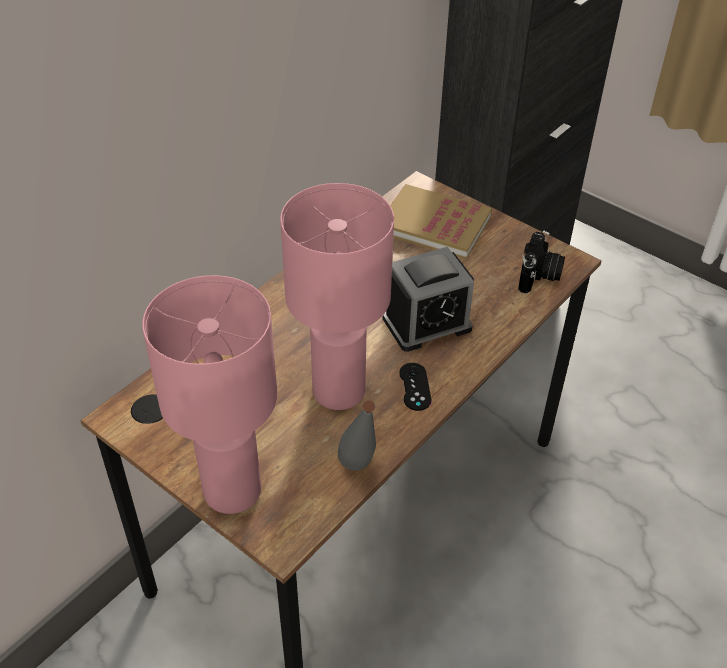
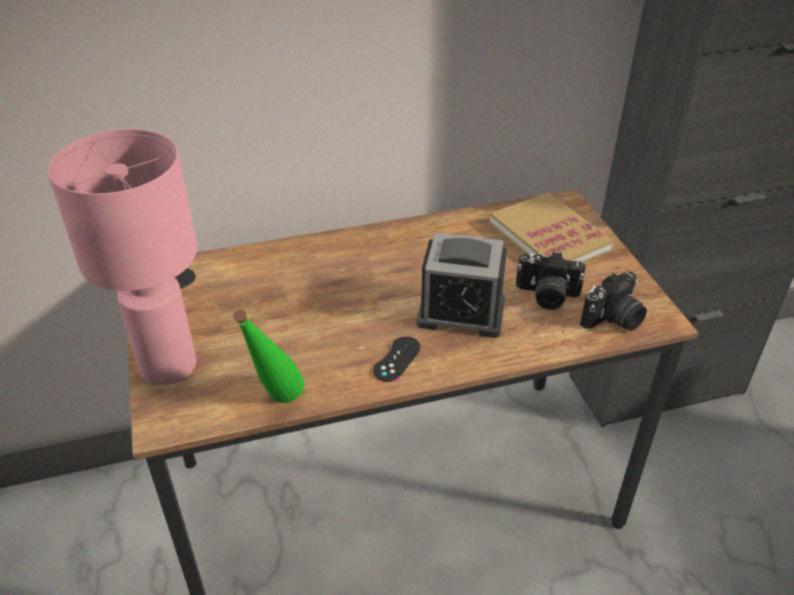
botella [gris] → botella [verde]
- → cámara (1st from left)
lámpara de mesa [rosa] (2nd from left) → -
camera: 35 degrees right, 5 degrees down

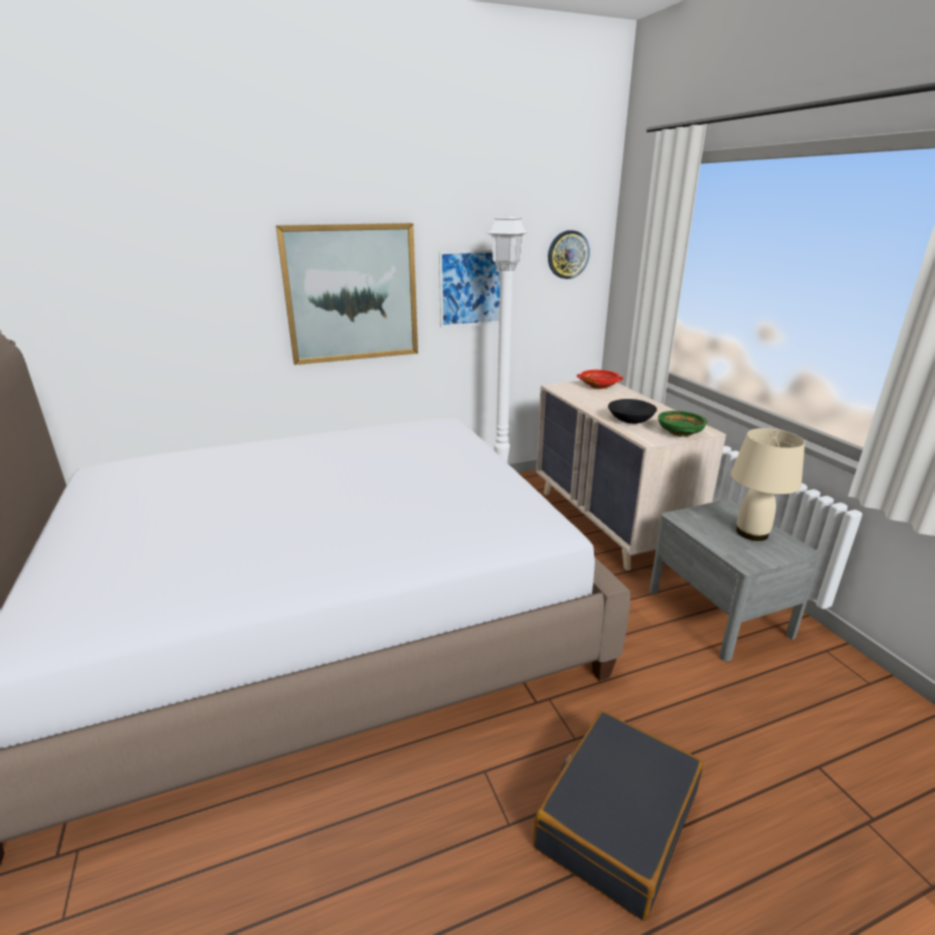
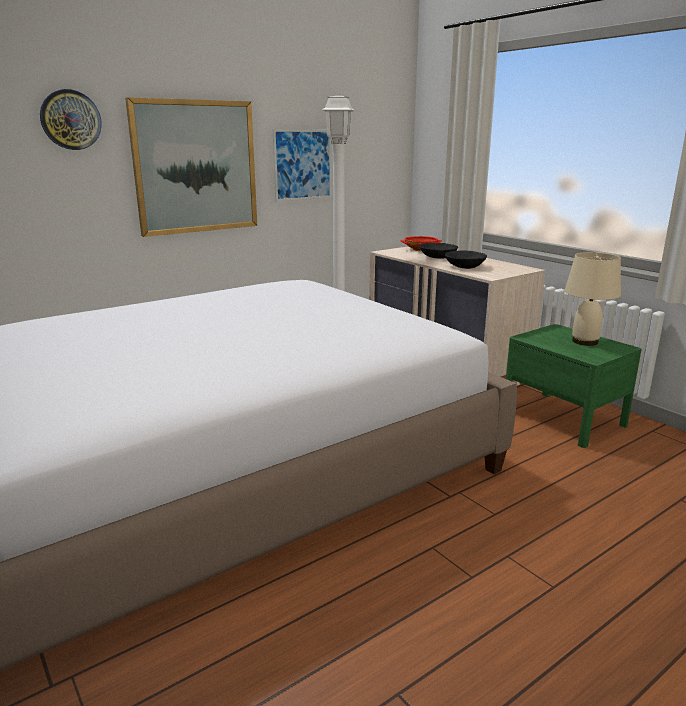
reloj de pared, moved
- → cuenco [negro] (1st from left)
mesita de noche [gris] → mesita de noche [verde]
maleta [negro] → -
cuenco [verde] → -
camera: 15 degrees left, 5 degrees down

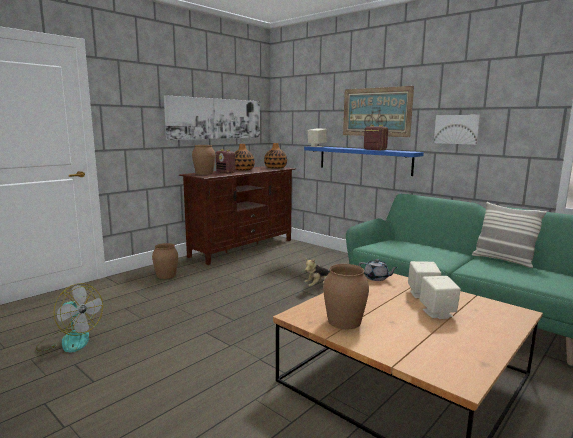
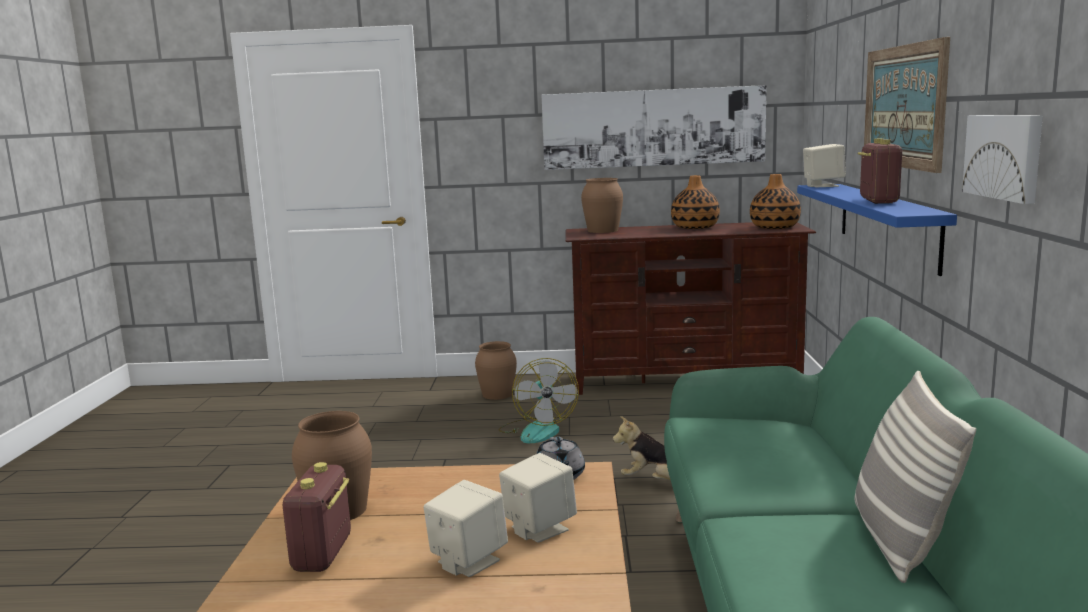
radio (1st from left), moved
ventilador, moved
camera: 50 degrees right, 0 degrees up

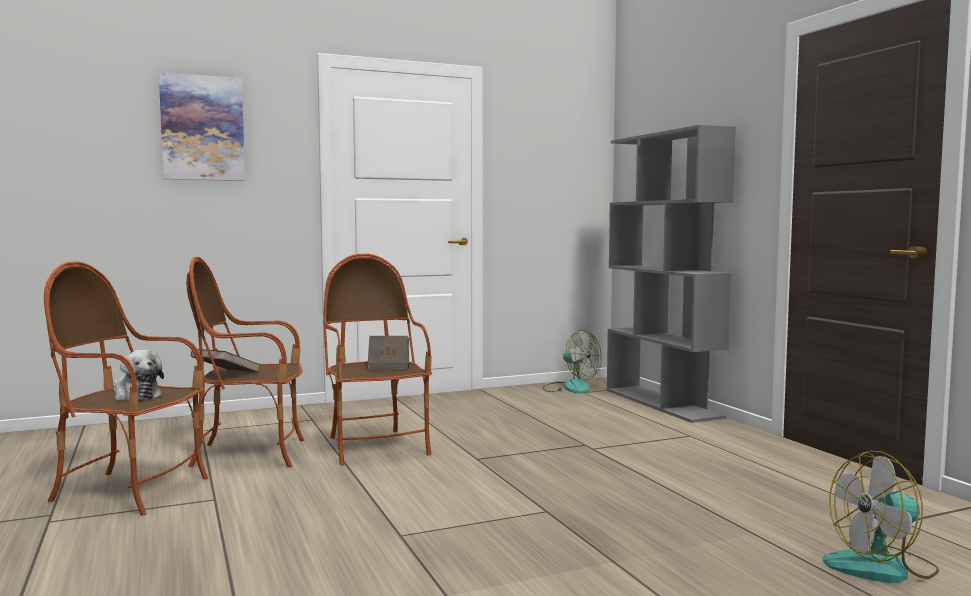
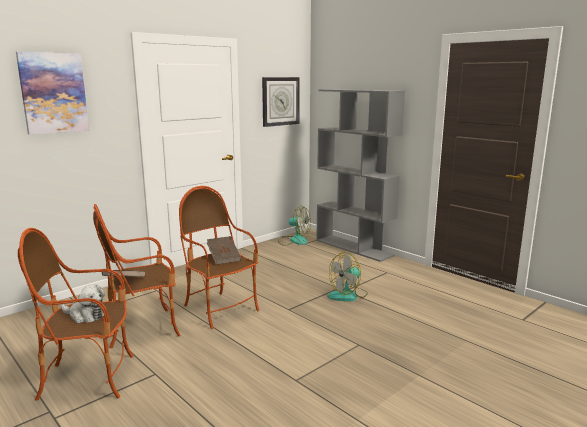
- → reloj de pared
ventilador (2nd from left), moved
camera: 20 degrees left, 10 degrees up

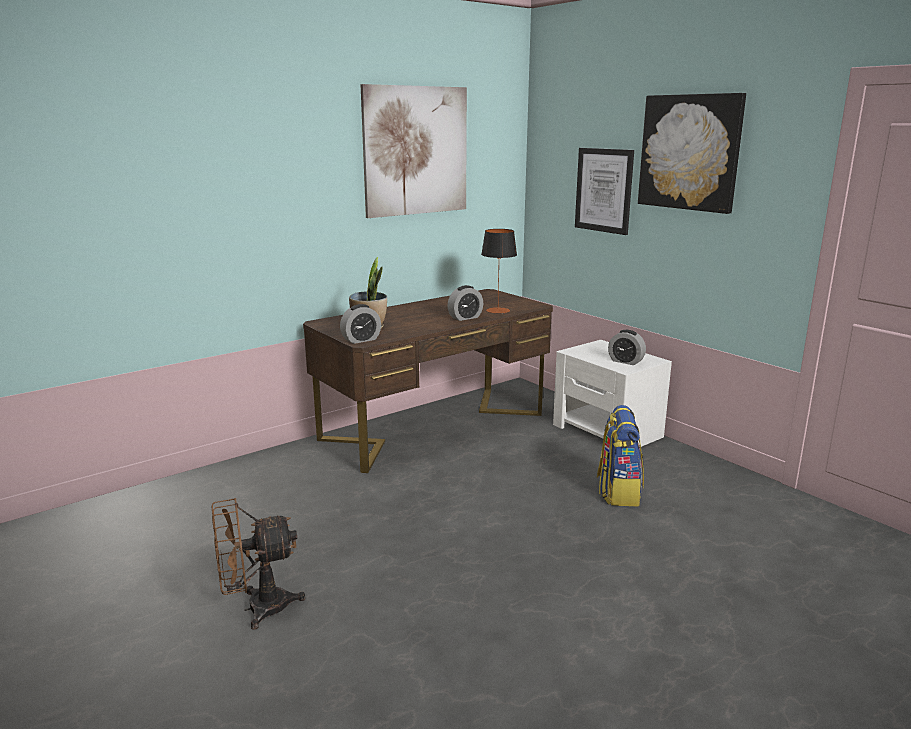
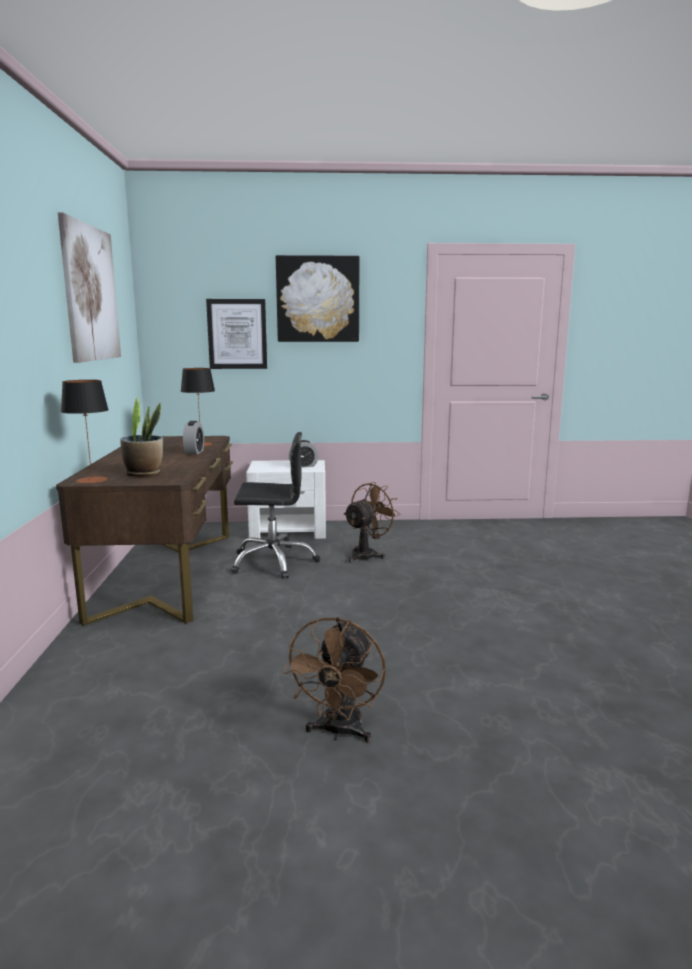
- → lámpara de mesa (1st from left)
- → silla de oficina [negro]
mochila → ventilador [marrón] (2nd from left)
despertador (1st from left) → -
camera: 55 degrees left, 5 degrees down

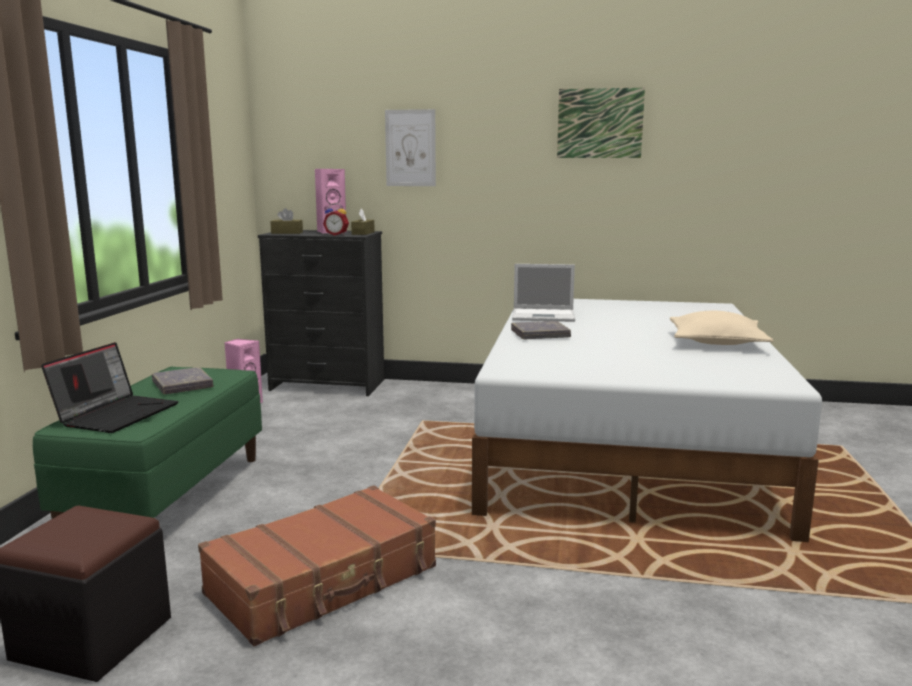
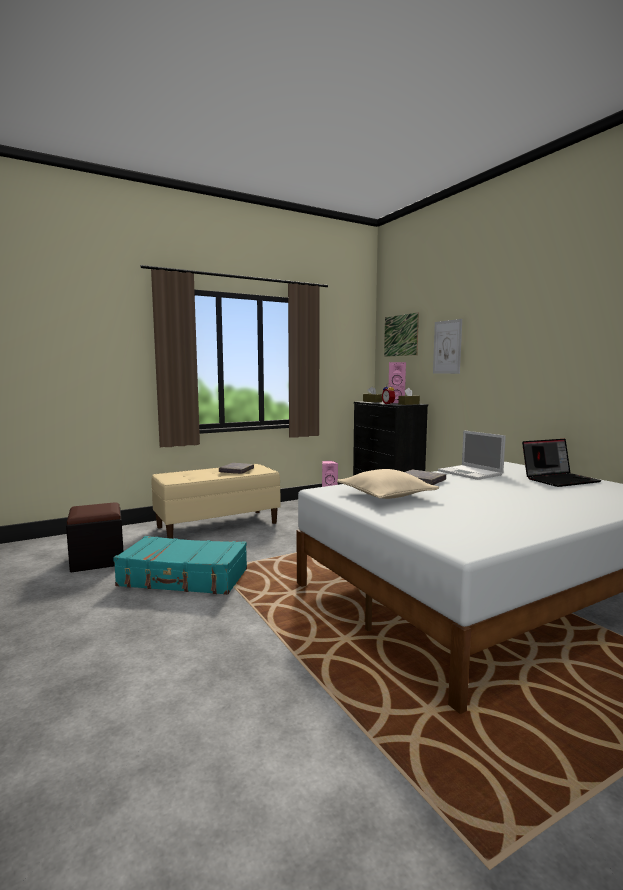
maleta [marrón] → maleta [turquesa]
banco [verde] → banco [beis]
cojín [beis], moved
cuadro (2nd from left in the first image) → cuadro (1st from left), moved
portátil (1st from left in the first image) → portátil (2nd from left), moved
camera: 50 degrees right, 5 degrees down

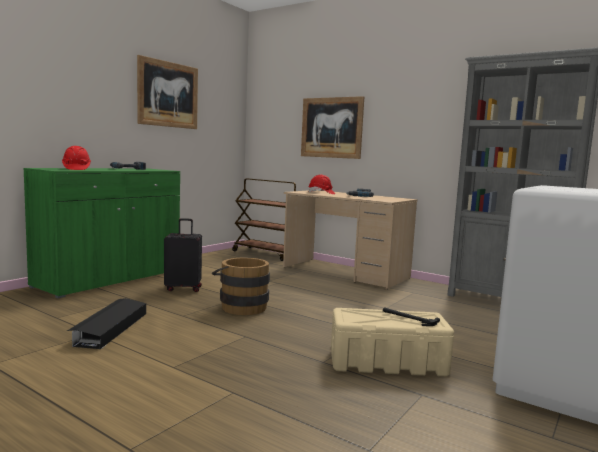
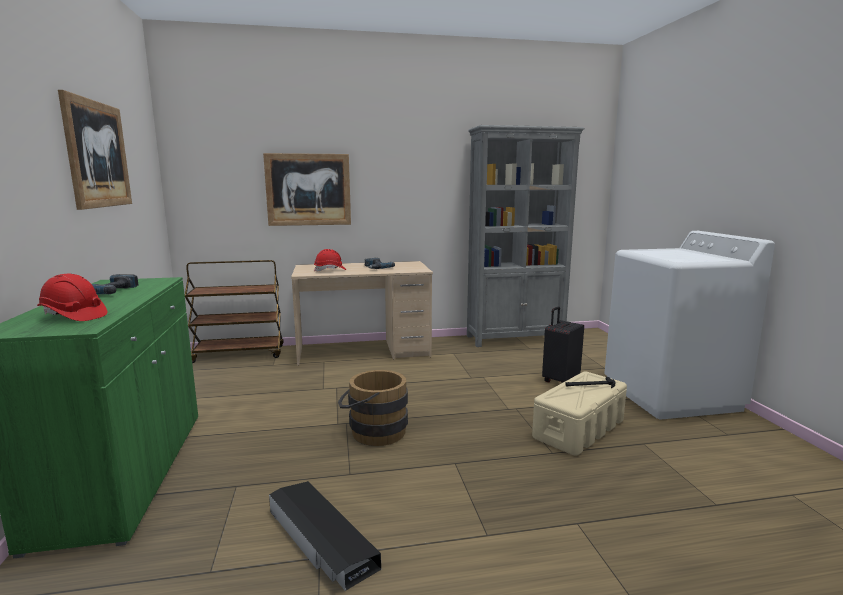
maleta [negro], moved
camera: 45 degrees left, 5 degrees up

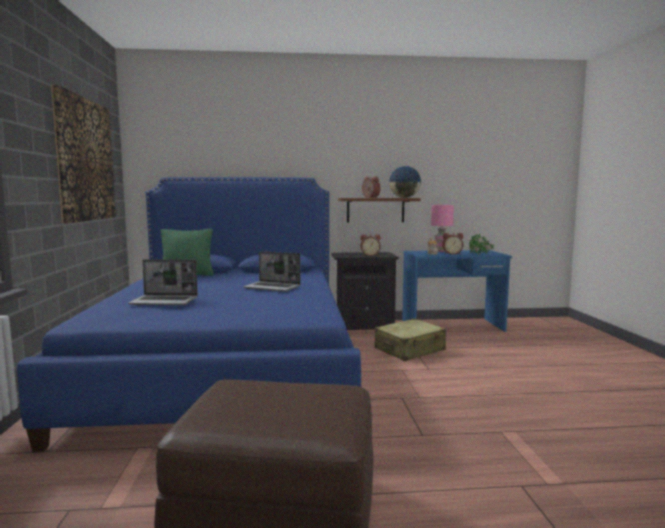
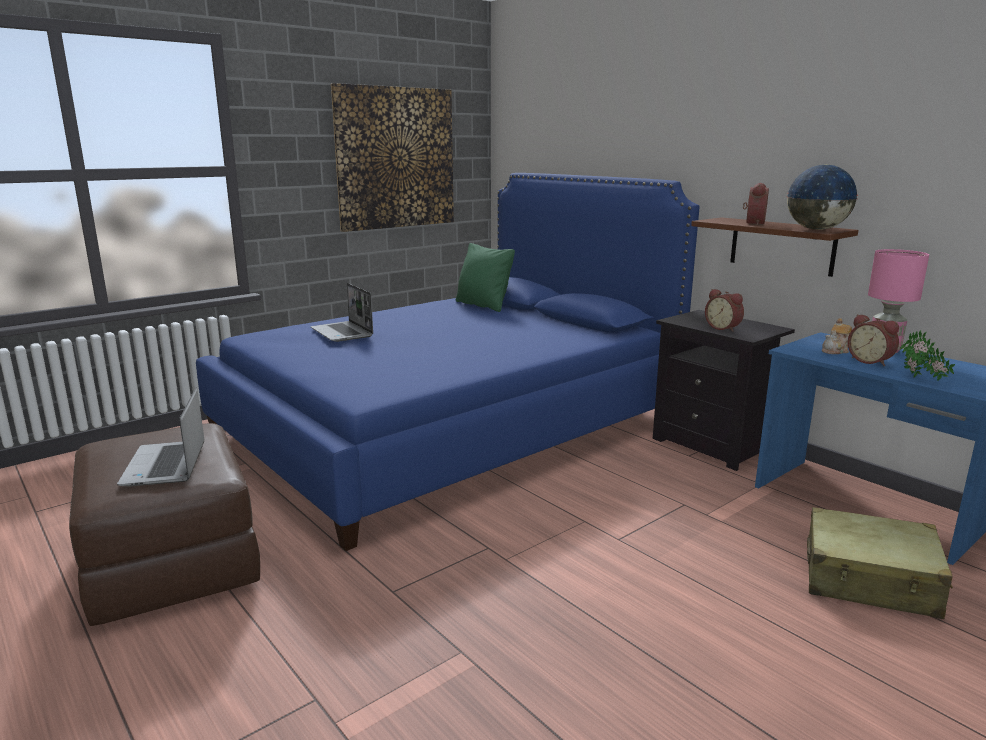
portátil (2nd from left in the first image) → portátil (1st from left), moved
maleta [beis], moved
camera: 55 degrees right, 10 degrees up

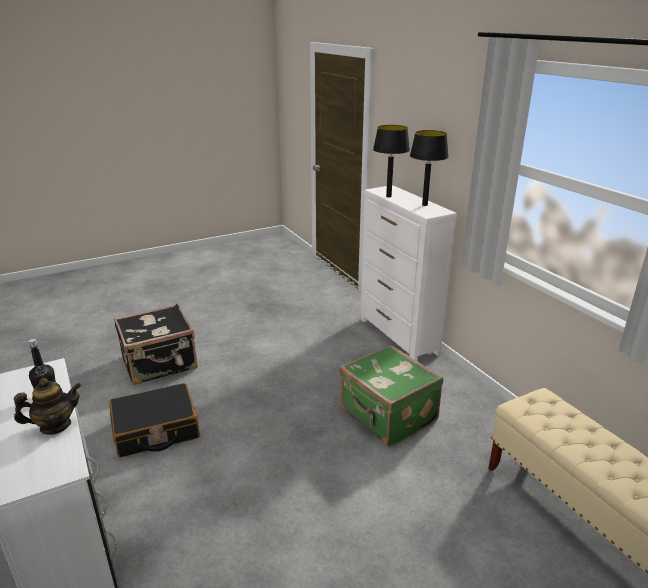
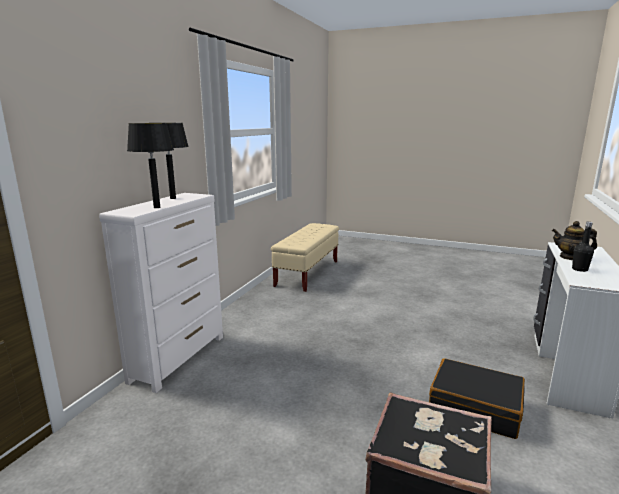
maleta [verde] → -
camera: 130 degrees left, 10 degrees down

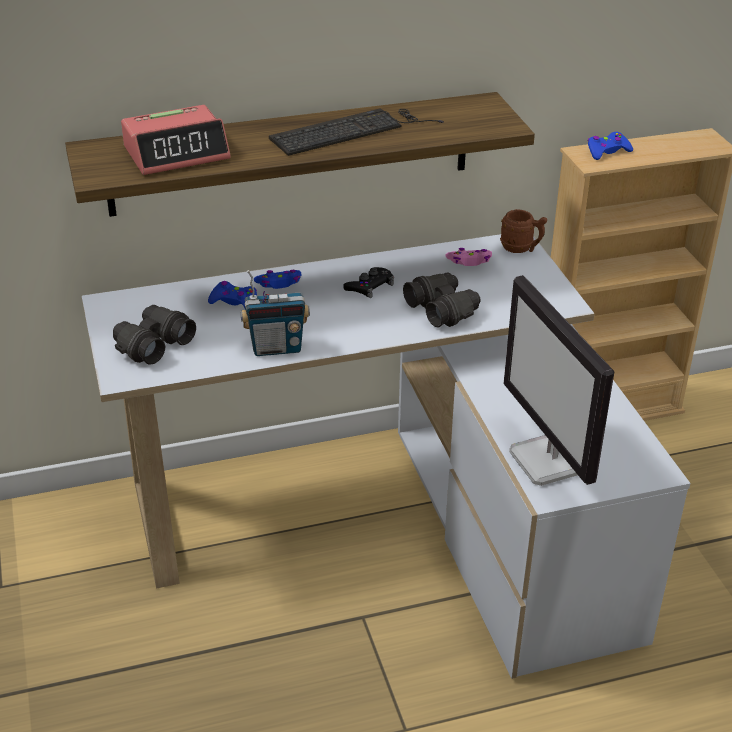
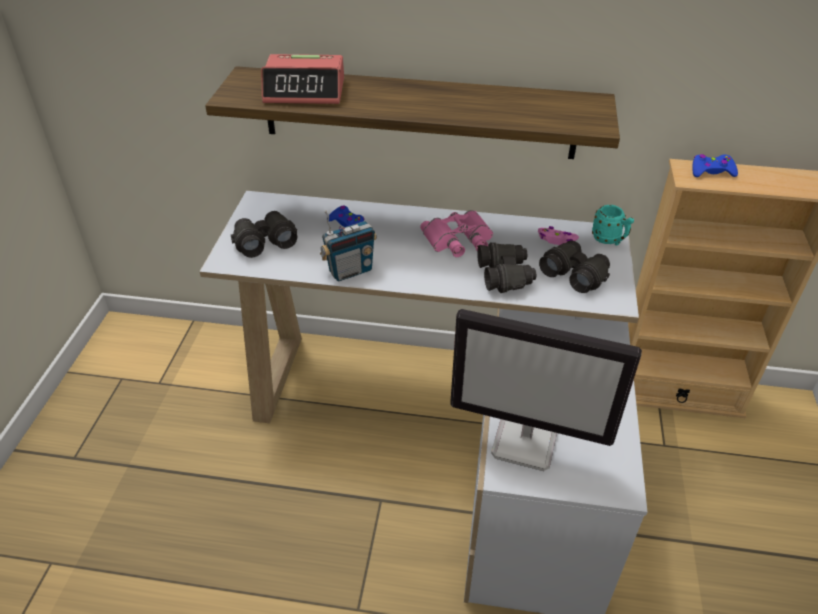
radio, 45 degrees counterclockwise
mando de consola [negro] → prismáticos [rosa]
monitor, 75 degrees counterclockwise
- → prismáticos [negro] (3rd from left)
taza grande [marrón] → taza grande [turquesa]
mando de consola [azul] (2nd from left) → -
teclado → -
camera: 25 degrees right, 5 degrees up

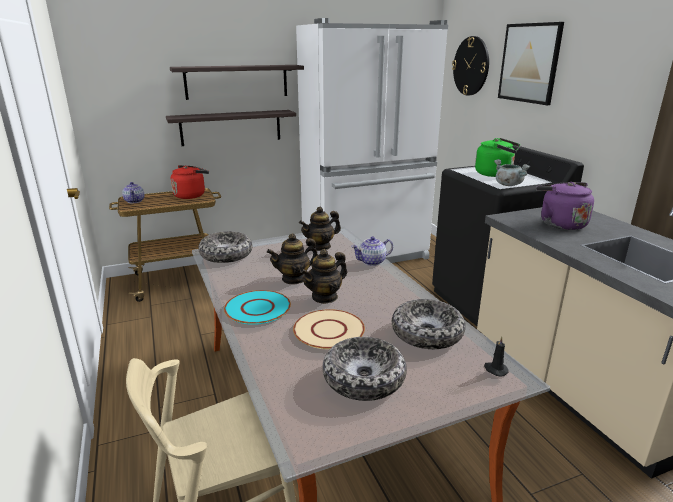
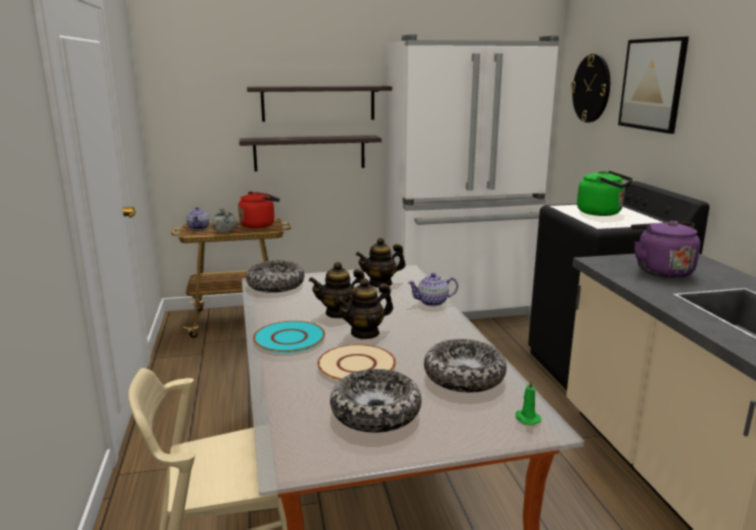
olla [gris], moved
vela [negro] → vela [verde]
camera: 10 degrees right, 5 degrees down

